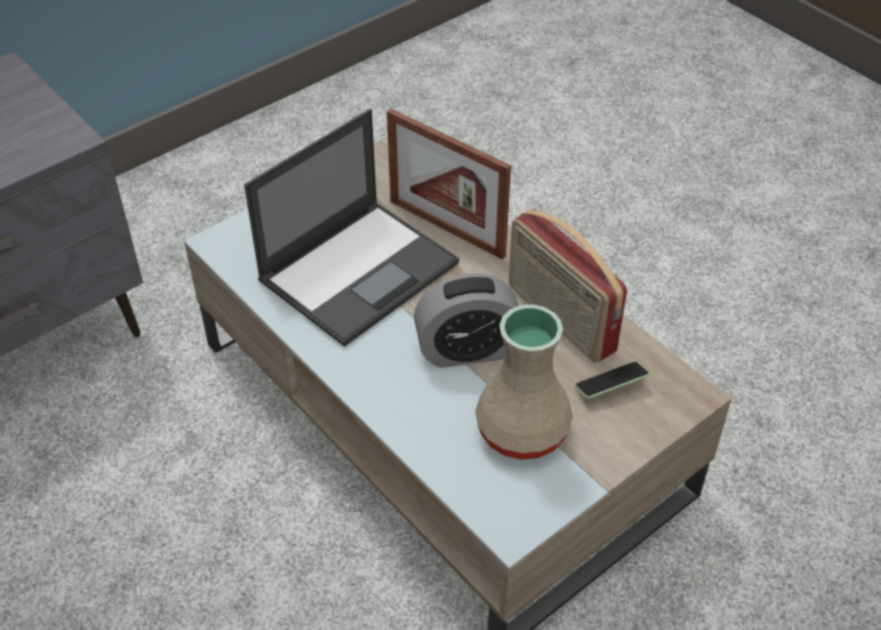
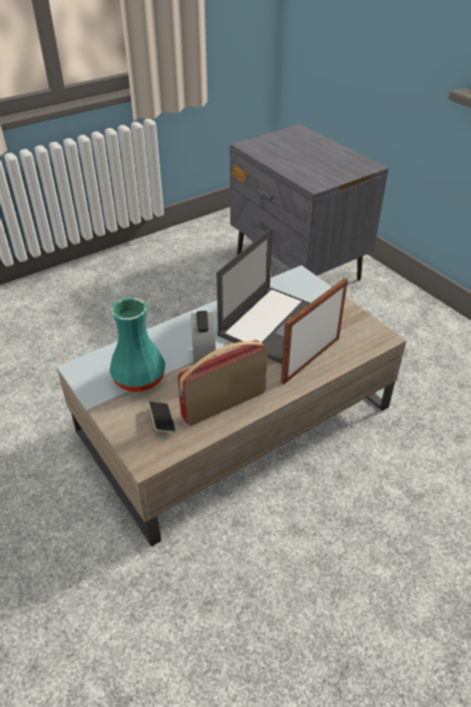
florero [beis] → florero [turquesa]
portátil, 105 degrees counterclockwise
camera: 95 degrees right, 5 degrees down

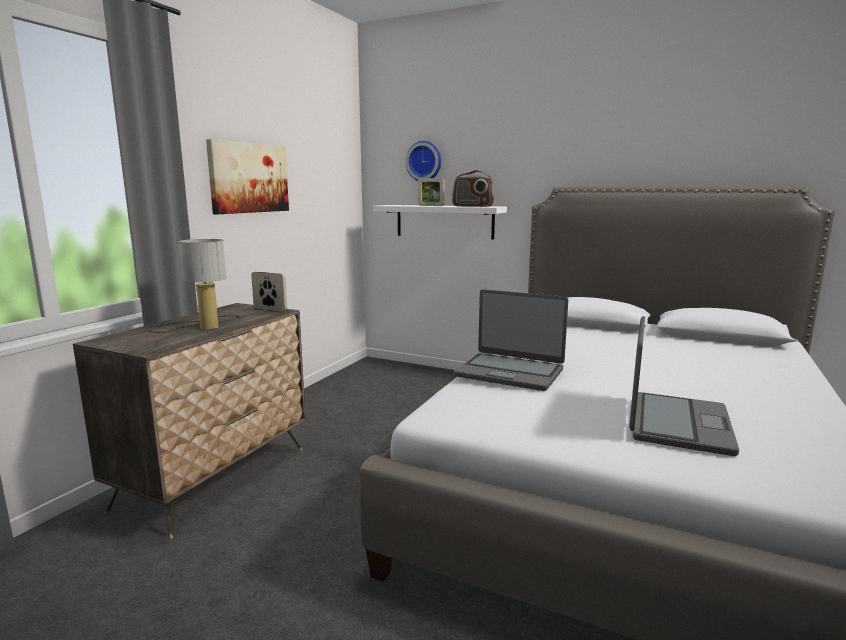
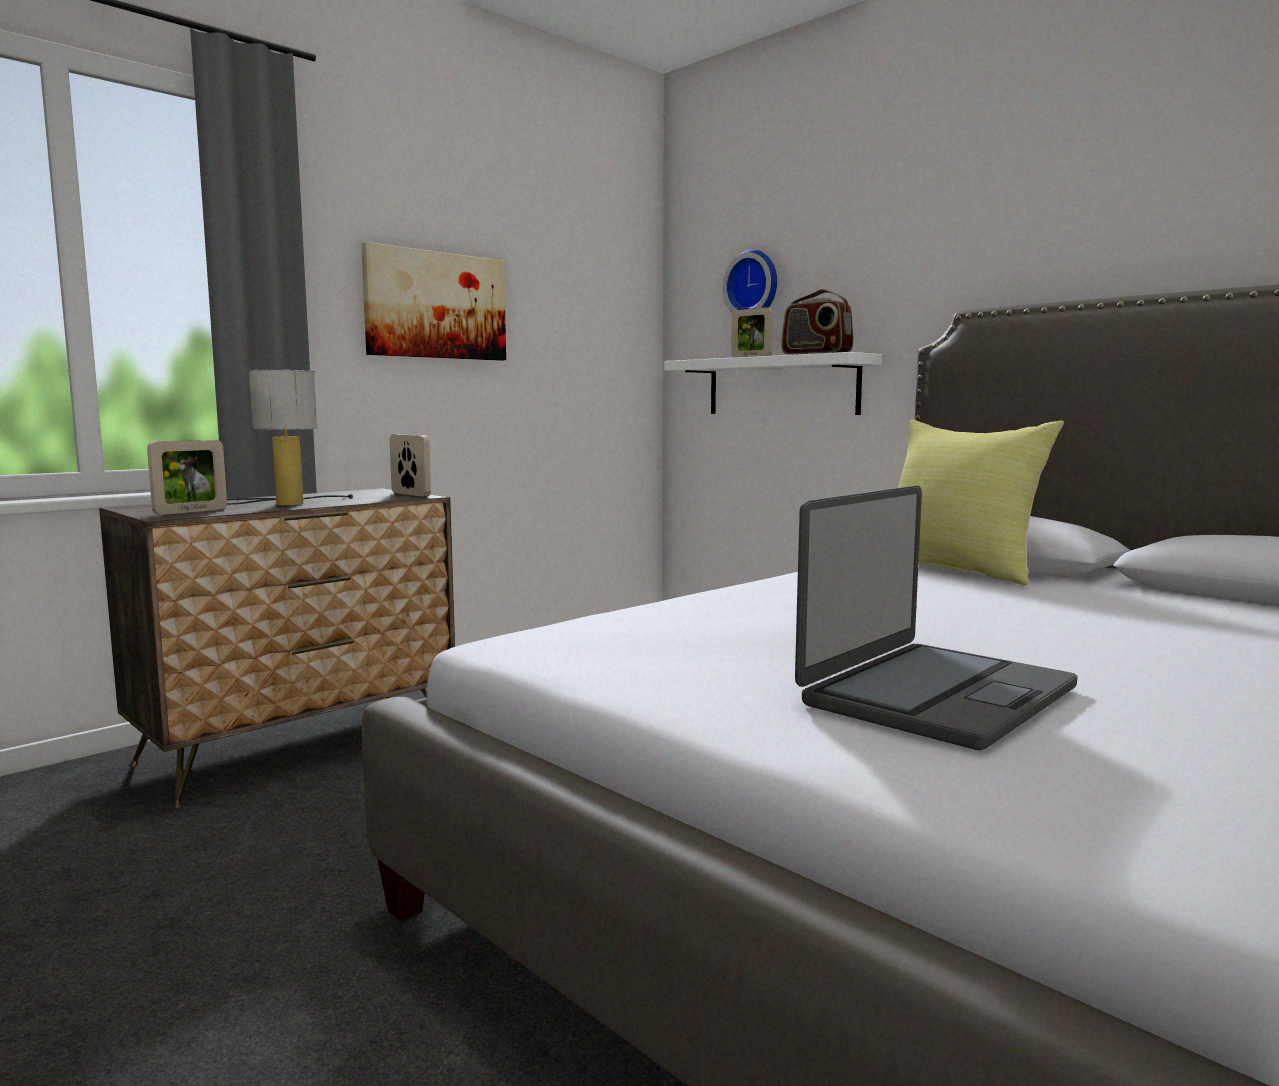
- → portarretratos (1st from left)
- → cojín [amarillo]
portátil (1st from left) → -
camera: 20 degrees right, 5 degrees down

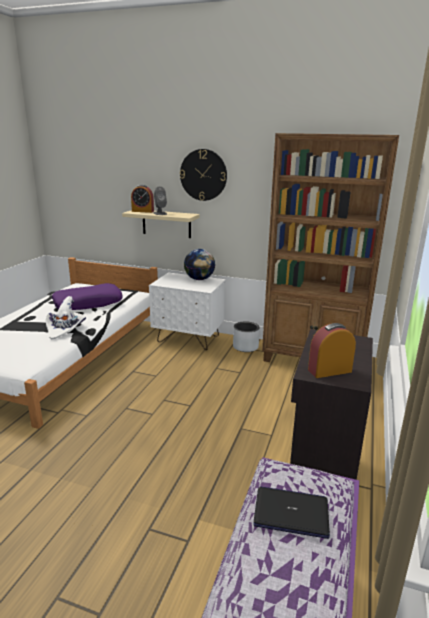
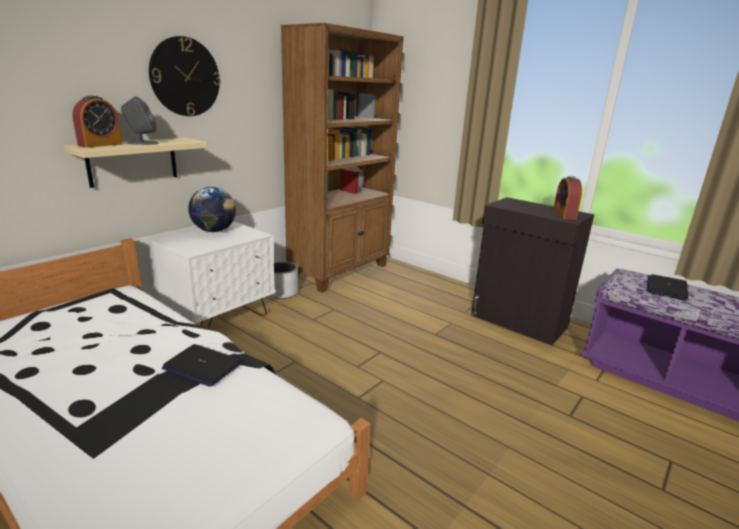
sombrero [blanco] → portátil (1st from left)
cojín [morado] → -
camera: 70 degrees left, 0 degrees up

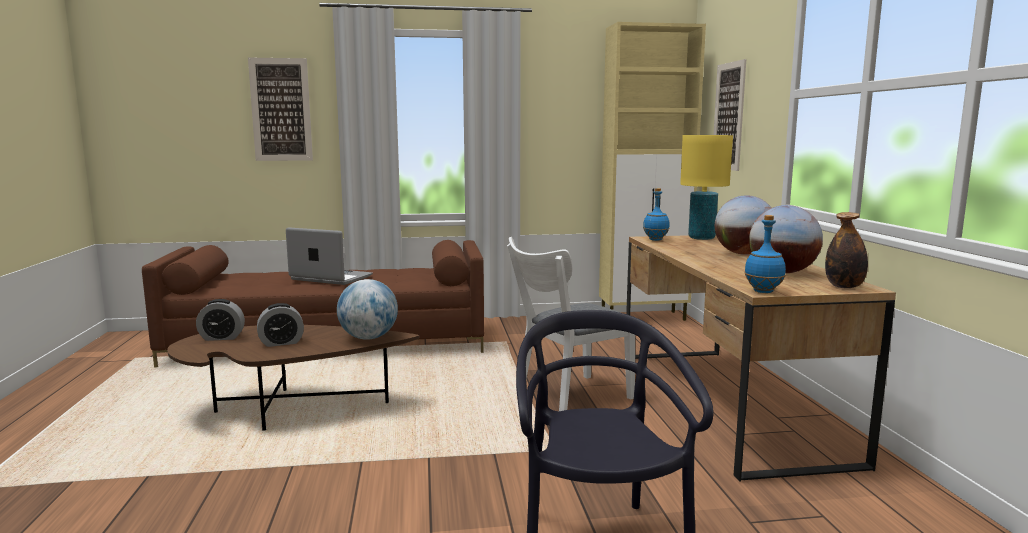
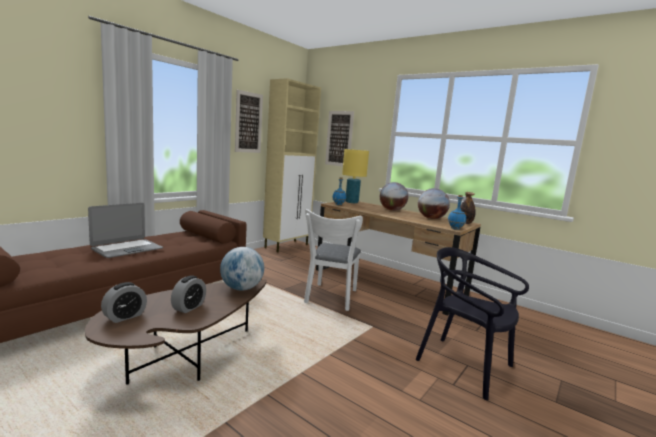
portátil, 150 degrees clockwise
cuadro (1st from left), moved
camera: 45 degrees left, 0 degrees up

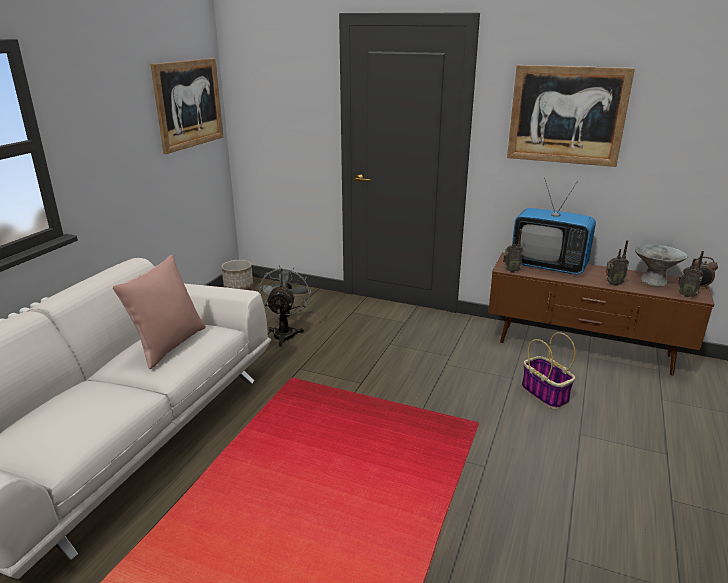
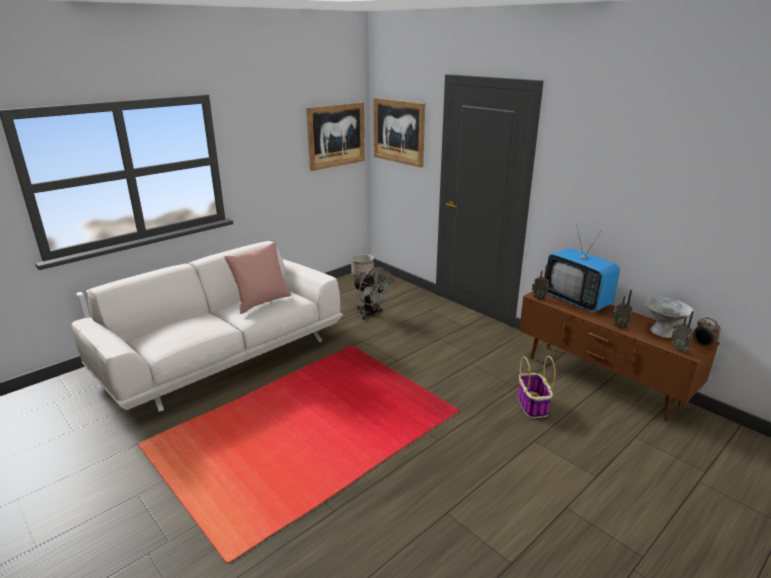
ventilador [gris], 105 degrees clockwise
cuadro (2nd from left), moved
camera: 25 degrees right, 0 degrees up

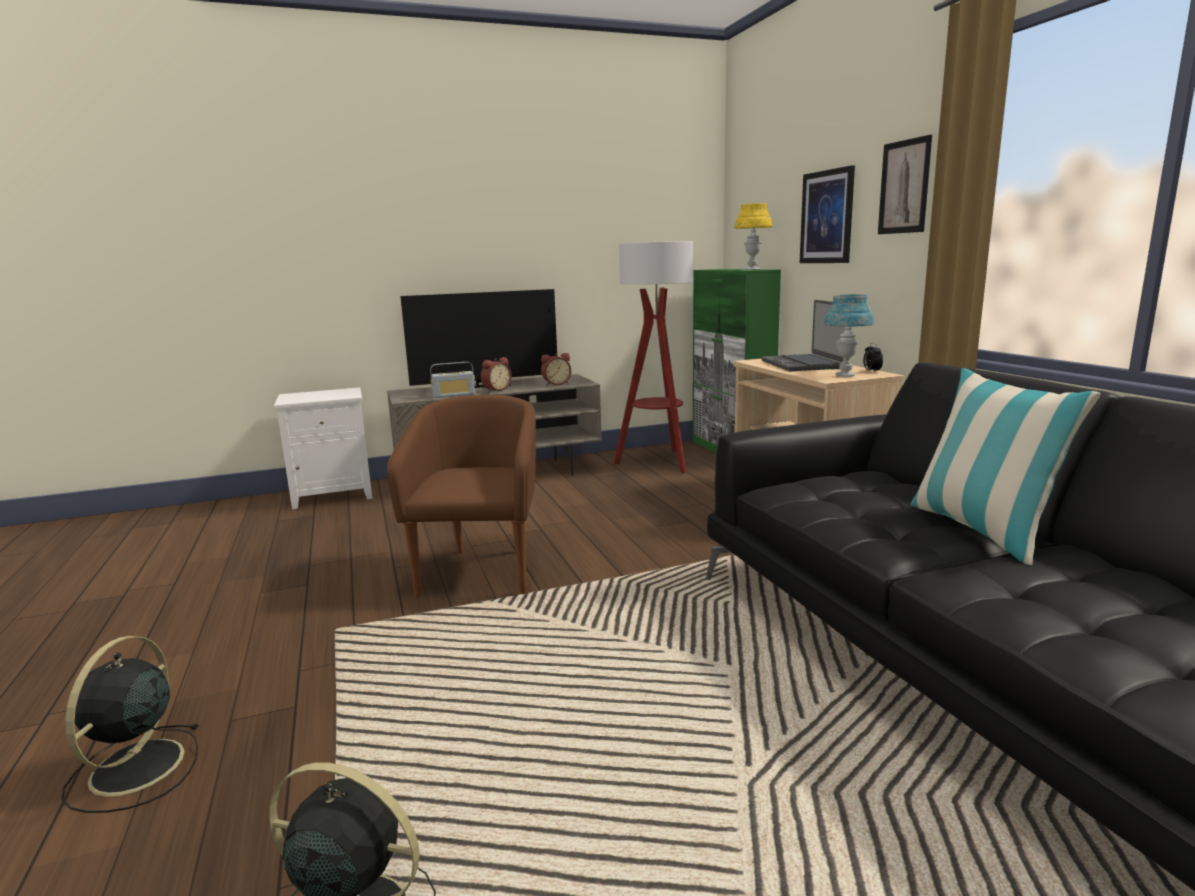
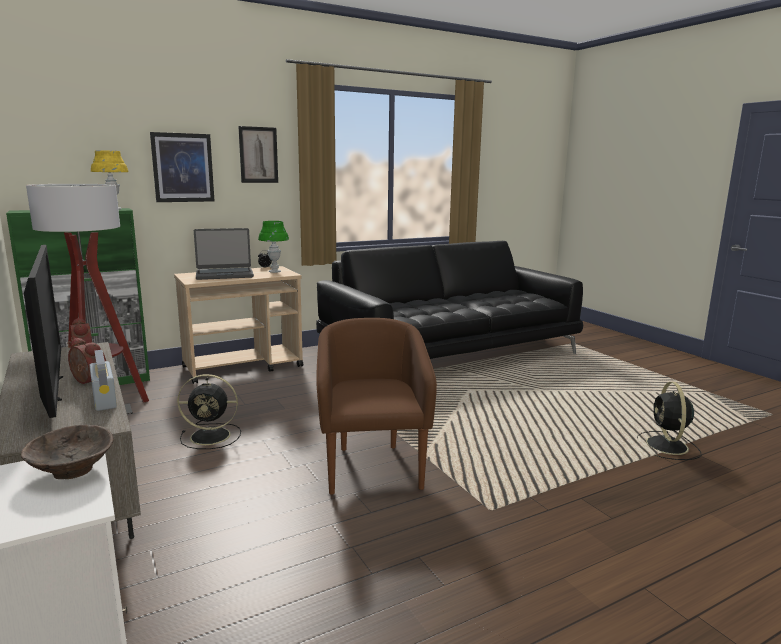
- → cuenco [marrón]
ventilador [negro] (1st from left), moved
lámpara de mesa [azul] → lámpara de mesa [verde]
sillón [marrón], 90 degrees clockwise
cojín → -
camera: 100 degrees left, 0 degrees up

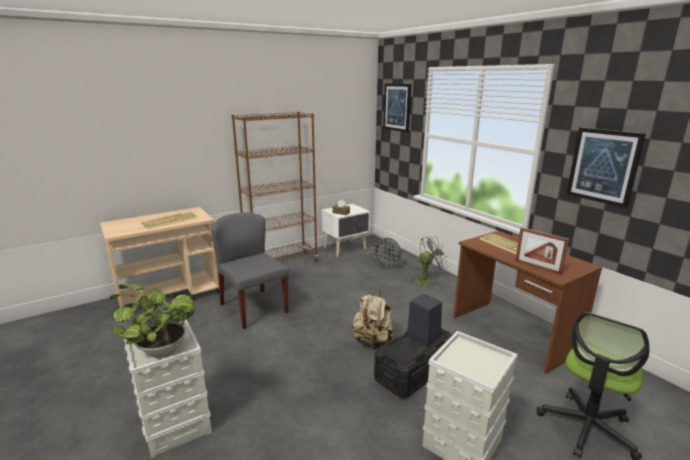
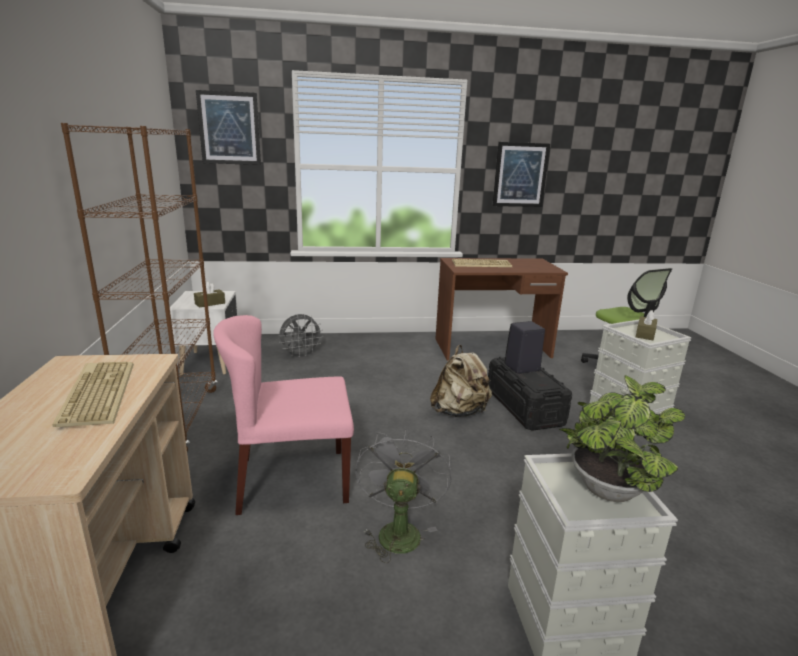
silla [gris] → silla [rosa]
ventilador [gris] (2nd from left), moved
- → caja de pañuelos [marrón] (2nd from left)
portarretratos → -
camera: 65 degrees left, 0 degrees up

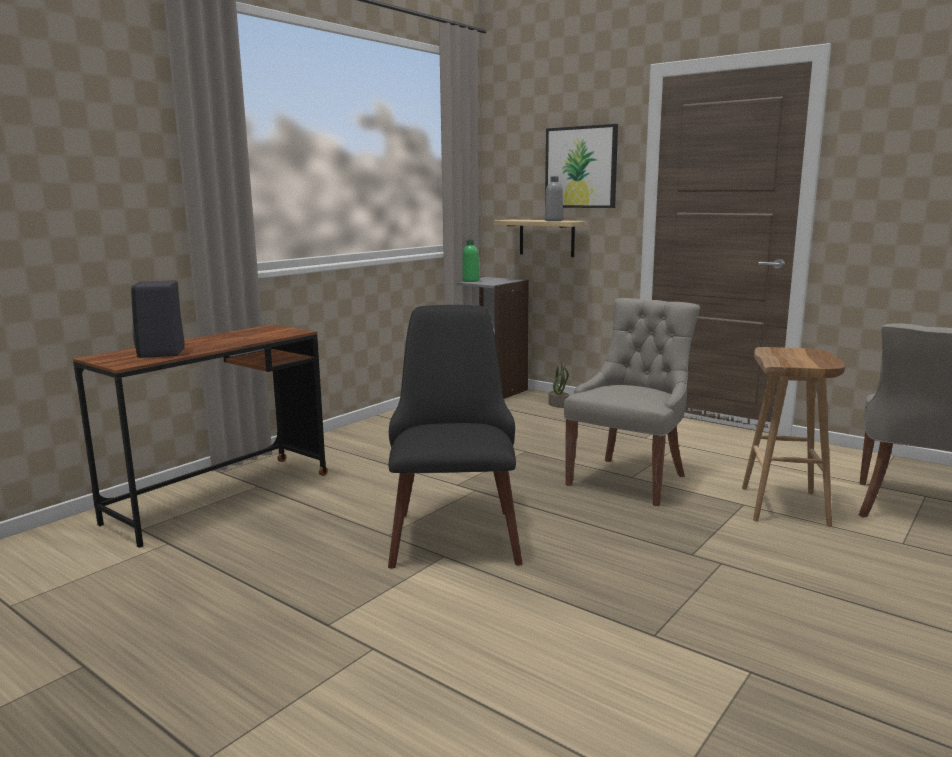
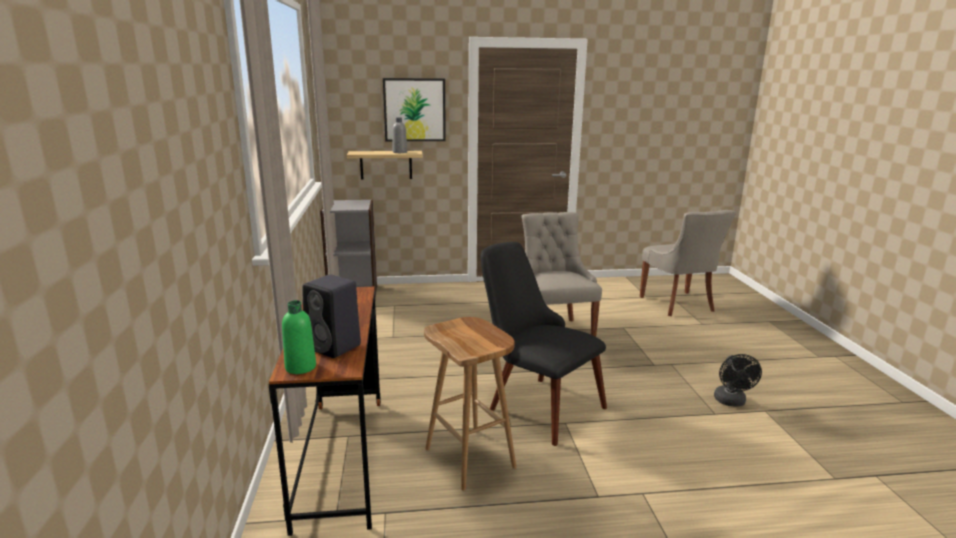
botella [verde], moved
taburete [marrón], moved
- → ventilador [negro]
planta en maceta → -
camera: 45 degrees left, 5 degrees up

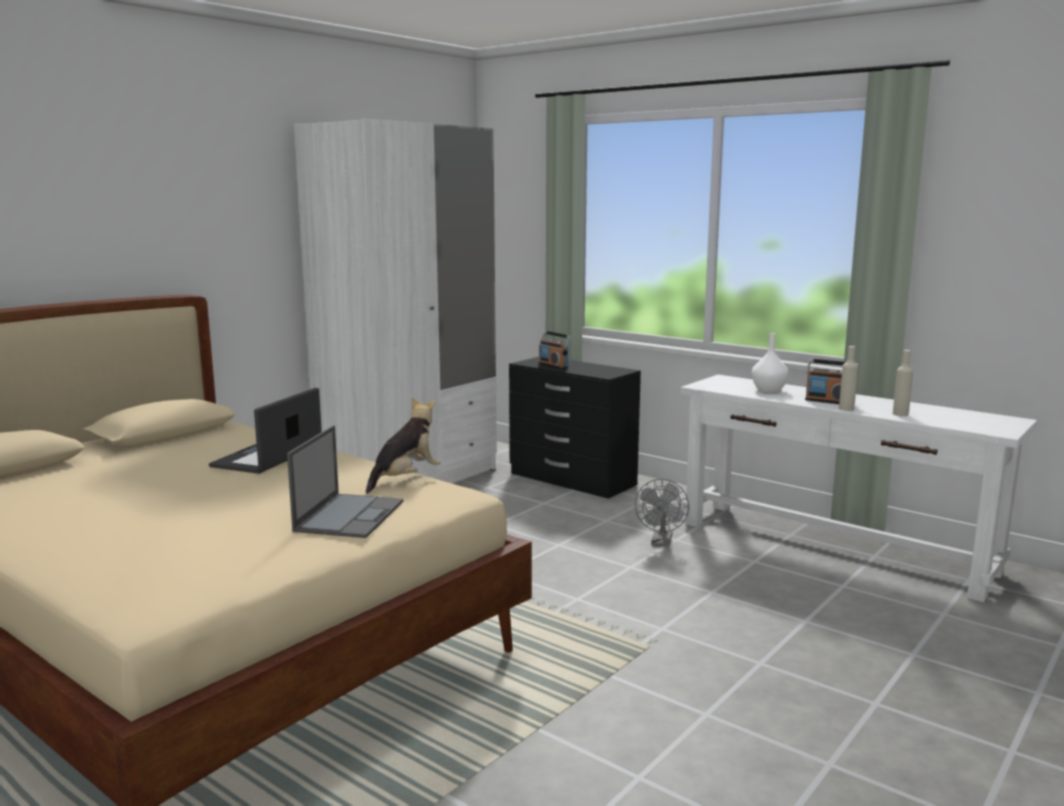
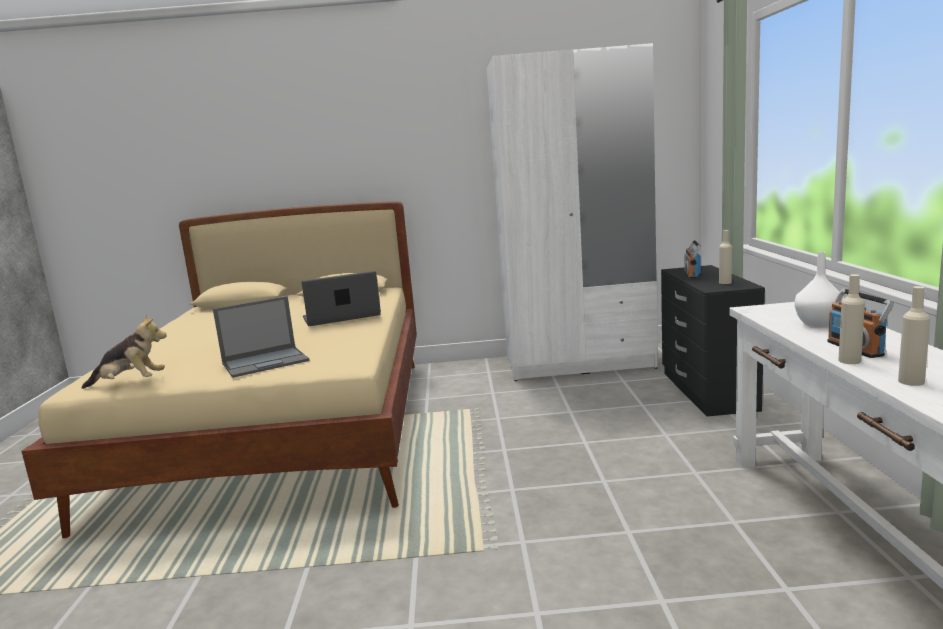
peluche, moved
- → botella [beis] (1st from left)
ventilador [gris] → -
camera: 50 degrees right, 0 degrees up

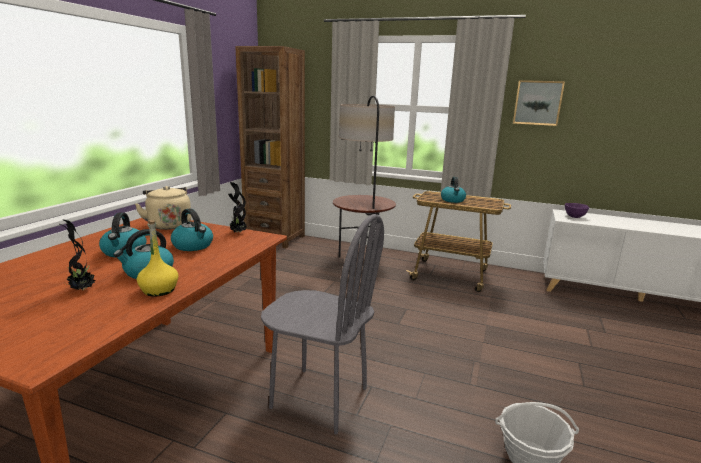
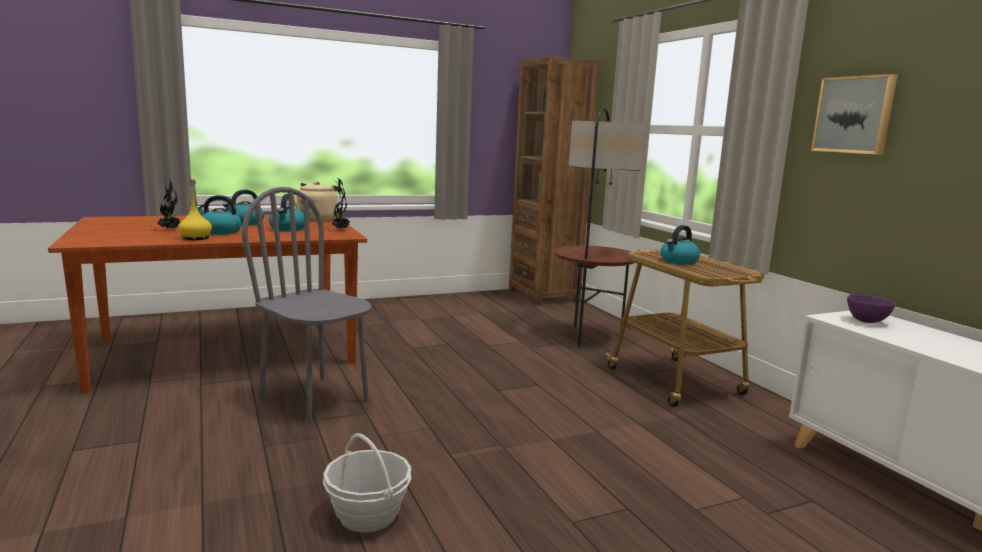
silla [gris], 150 degrees clockwise
camera: 45 degrees right, 5 degrees down

